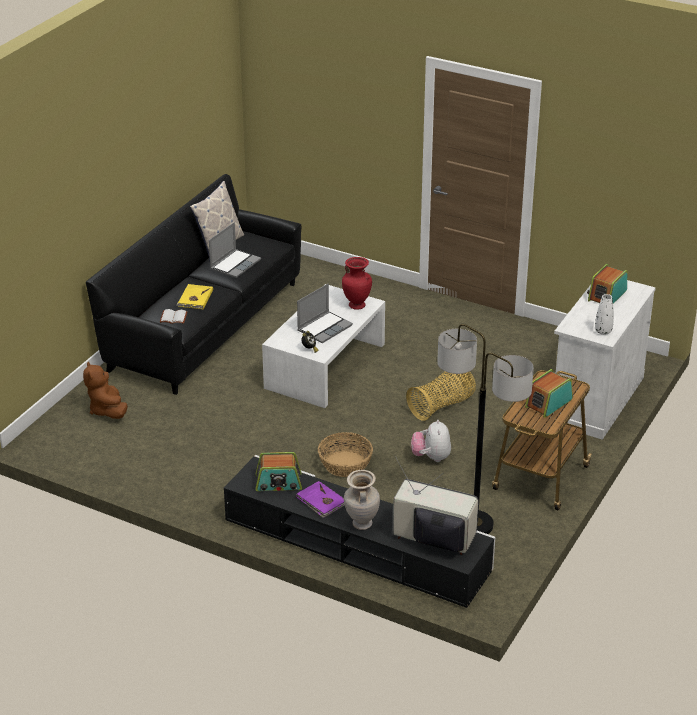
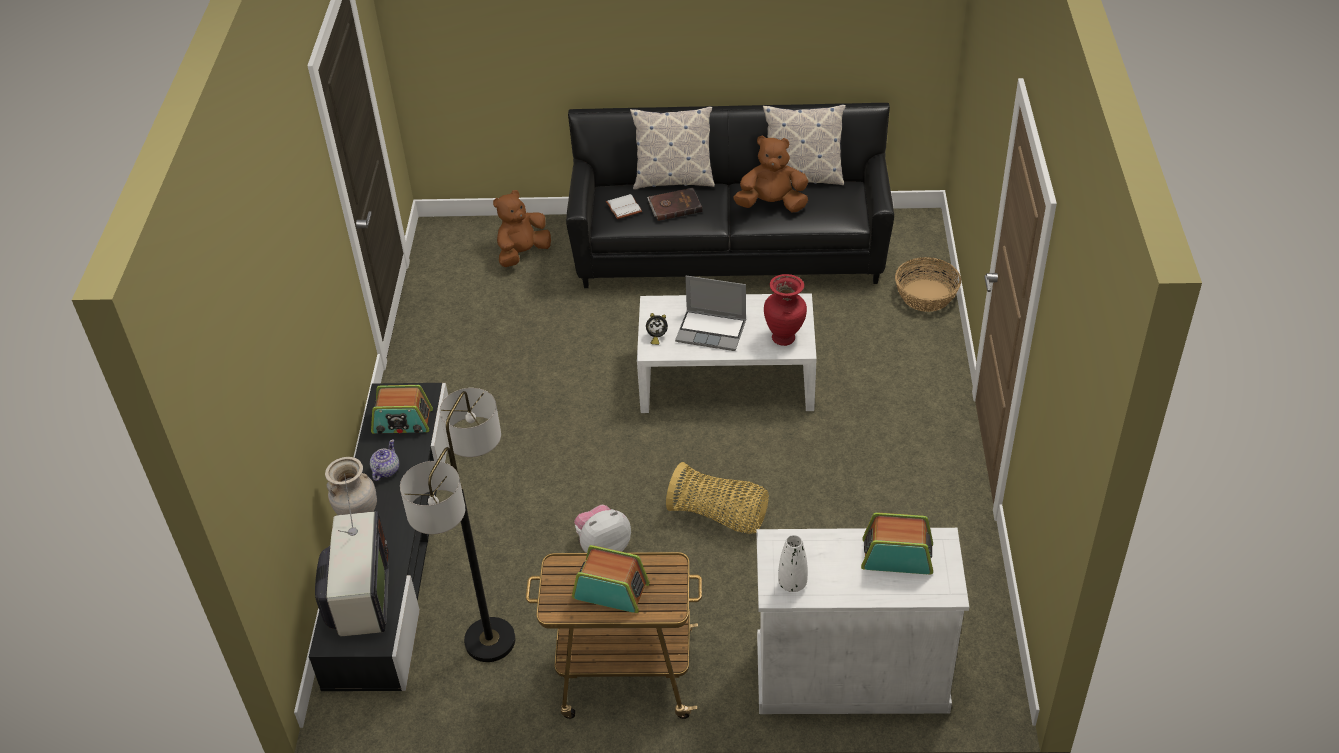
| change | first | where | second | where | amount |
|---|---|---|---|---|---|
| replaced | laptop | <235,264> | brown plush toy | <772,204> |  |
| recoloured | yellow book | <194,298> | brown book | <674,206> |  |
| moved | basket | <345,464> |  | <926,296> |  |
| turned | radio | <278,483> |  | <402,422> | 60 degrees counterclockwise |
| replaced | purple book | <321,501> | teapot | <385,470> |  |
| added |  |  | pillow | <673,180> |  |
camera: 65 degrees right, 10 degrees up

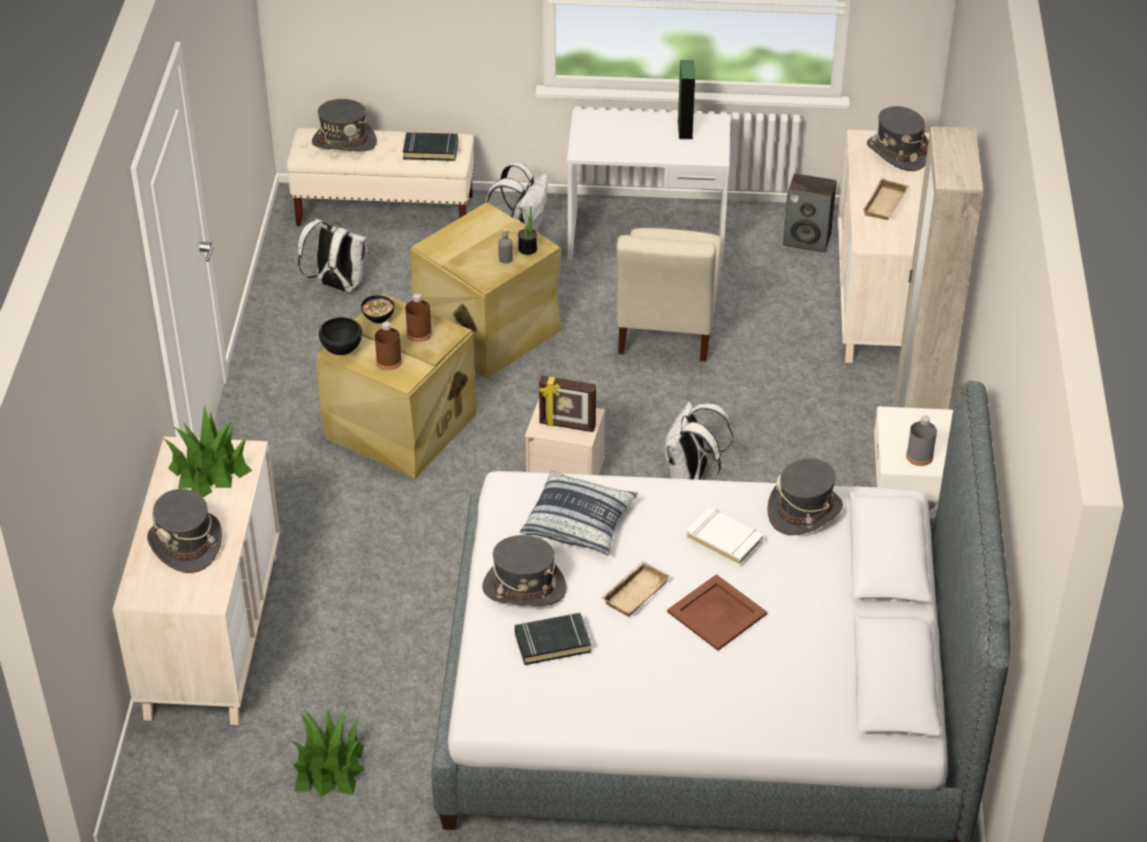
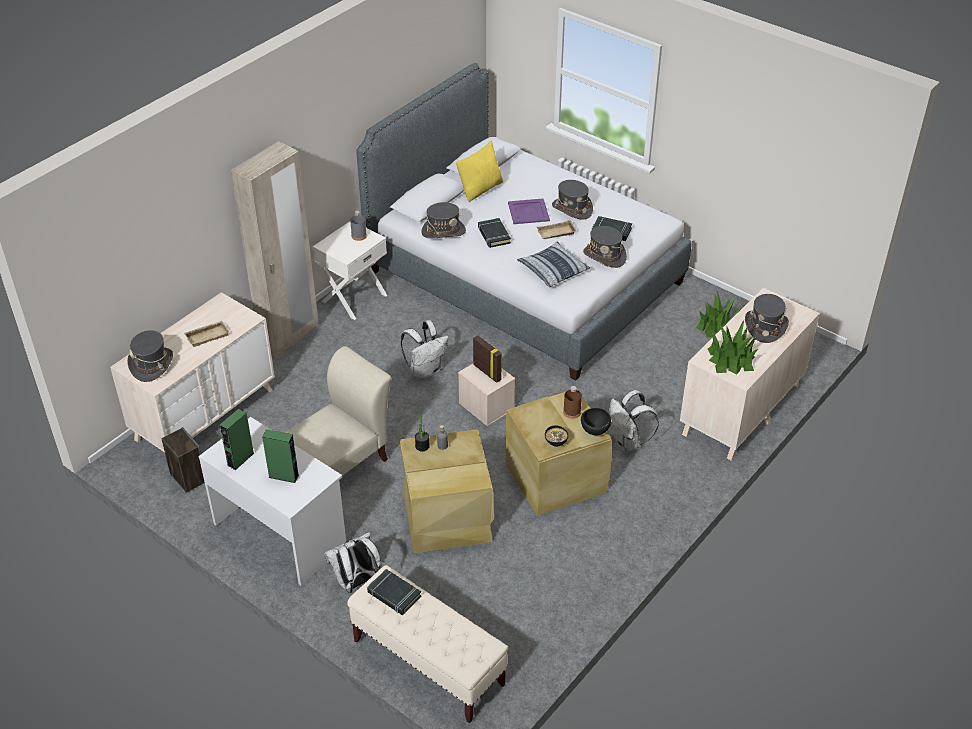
| change | first | where | second | where | amount |
|---|---|---|---|---|---|
| moved | grey hat | <344,142> |  | <572,209> |  |
| moved | white backpack | <337,285> |  | <628,442> |  |
| removed | brown bottle | <419,333> |  |  |  |
| recoloured | white book | <724,540> | black book | <493,235> |  |
| recoloured | brown tray | <718,613> | purple tray | <528,211> |  |
| added |  |  | yellow pillow | <481,189> |  |
| added |  |  | green speaker | <283,476> |  |
camera: 145 degrees left, 0 degrees up

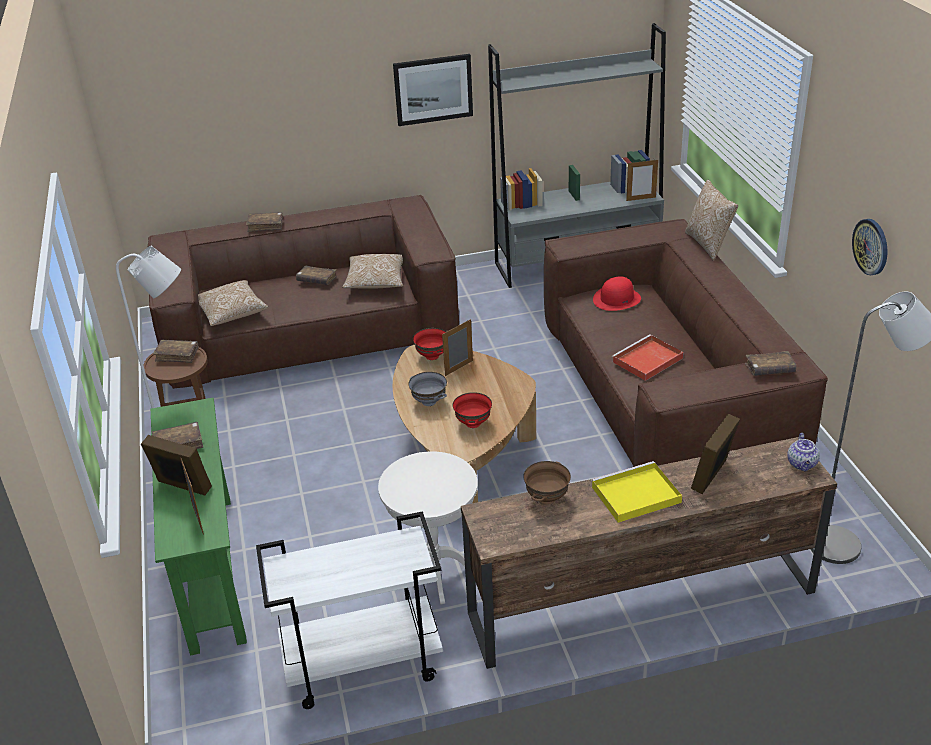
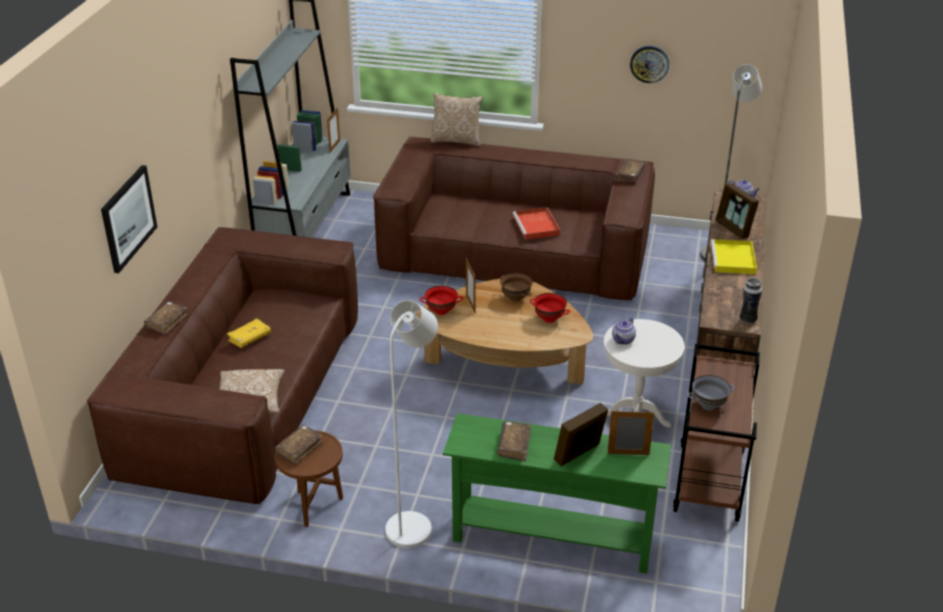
| change | first | where | second | where | amount |
|---|---|---|---|---|---|
| moved | picture | <433,89> |  | <128,218> |  |
| removed | pillow | <376,282> |  |  |  |
| recoloured | brown book | <317,280> | yellow book | <249,338> |  |
| removed | red hat | <617,299> |  |  |  |
| moved | grey bowl | <428,402> |  | <708,406> |  |
| moved | brown bowl | <546,498> |  | <515,298> |  |
| recoloured | white cart | <361,665> | brown cart | <709,482> |  |
| added |  |  | vase | <747,320> |  |
| added |  |  | teapot | <623,340> |  |
camera: 65 degrees left, 0 degrees up

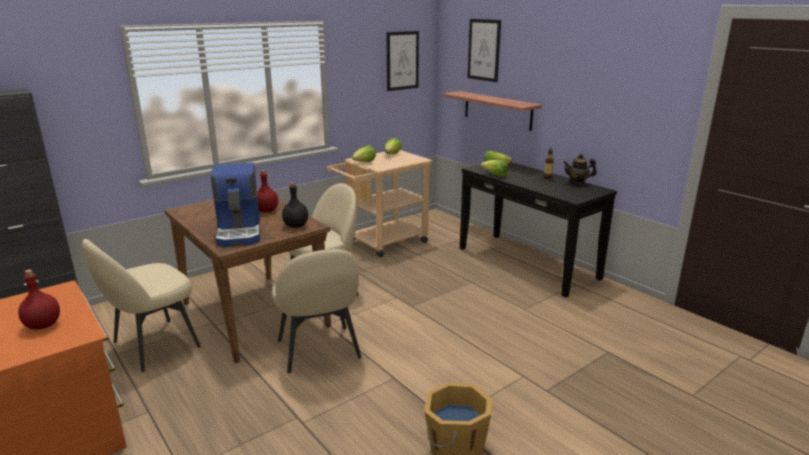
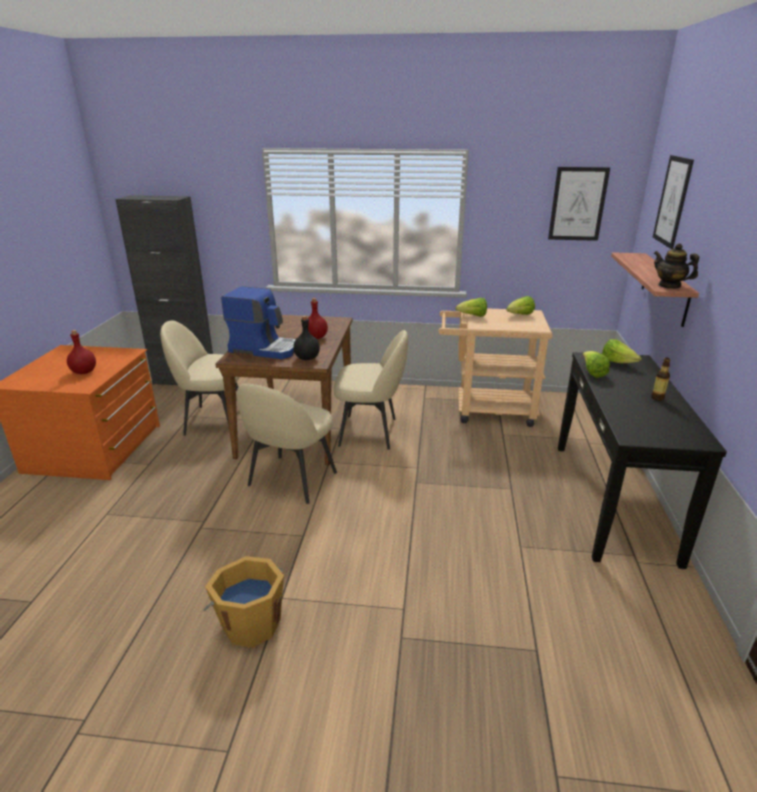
| change | first | where | second | where | amount |
|---|---|---|---|---|---|
| moved | teapot | <577,183> |  | <669,286> |  |
| turned | coffee machine | <240,232> |  | <265,349> | 105 degrees counterclockwise |
camera: 45 degrees right, 5 degrees up

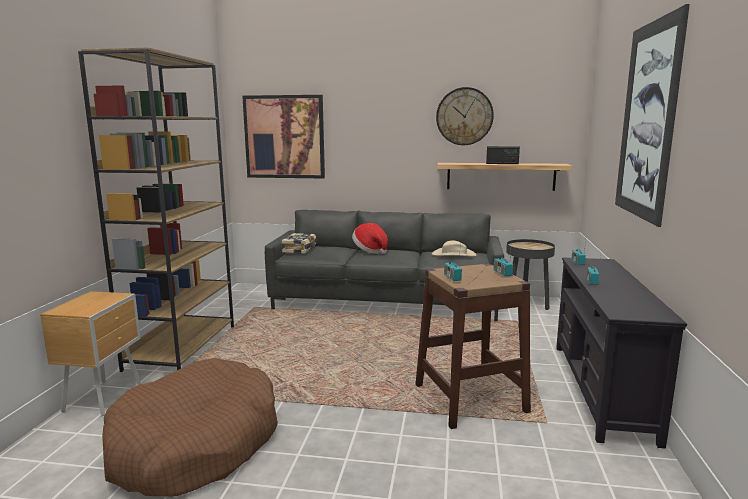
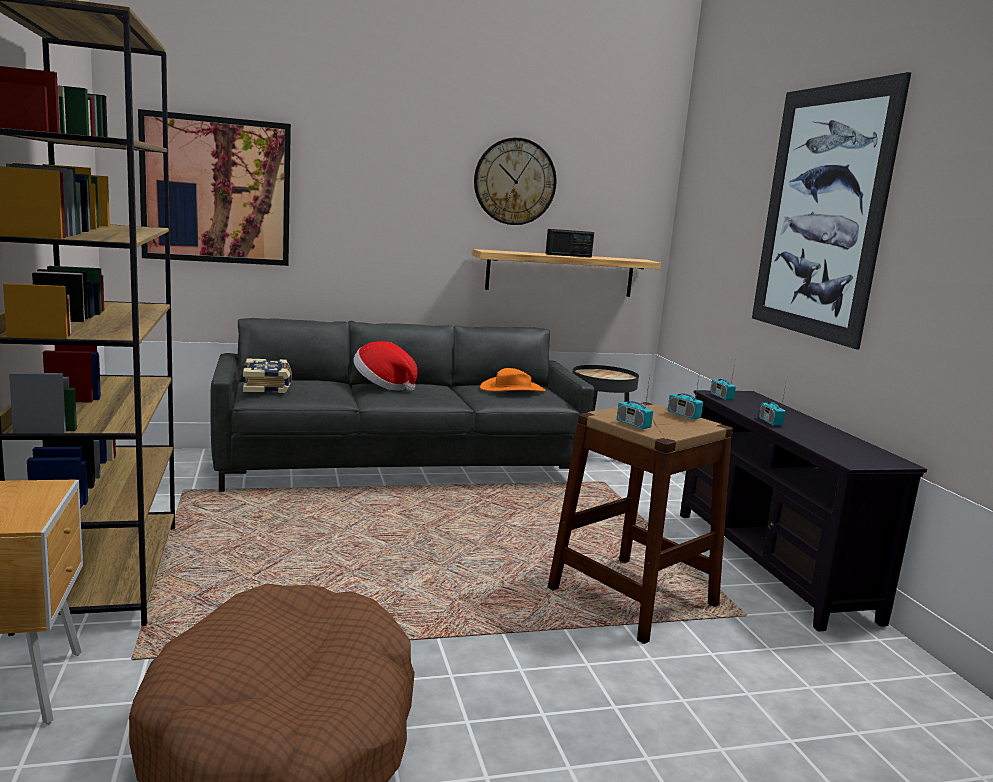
| change | first | where | second | where | amount |
|---|---|---|---|---|---|
| recoloured | beige hat | <453,255> | orange hat | <512,389> |  |
camera: 25 degrees left, 0 degrees up

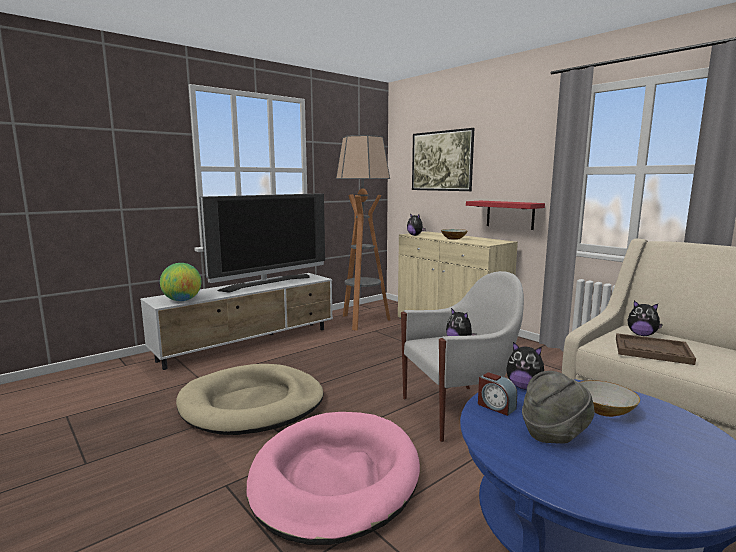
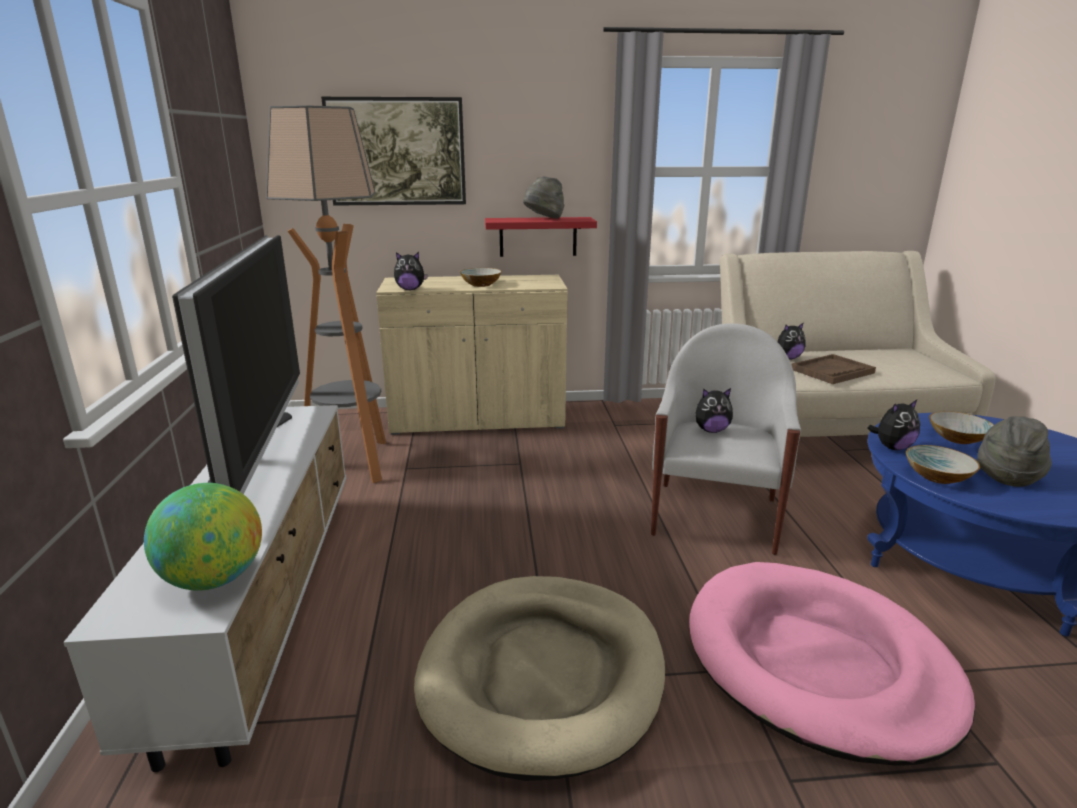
| change | first | where | second | where | amount |
|---|---|---|---|---|---|
| replaced | alarm clock | <495,406> | bowl | <937,476> |  |
| added |  |  | grey hat | <544,219> |  |
camera: 55 degrees left, 10 degrees up

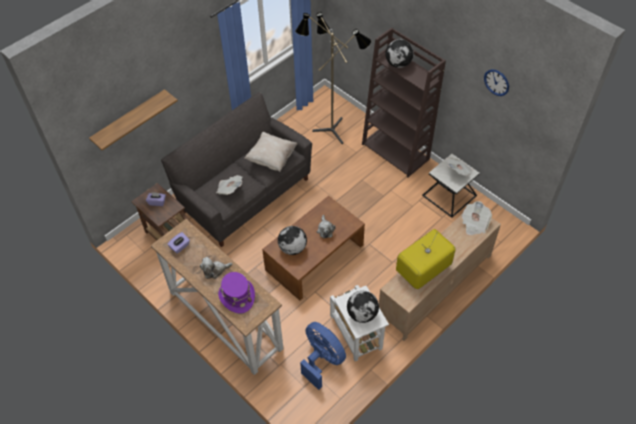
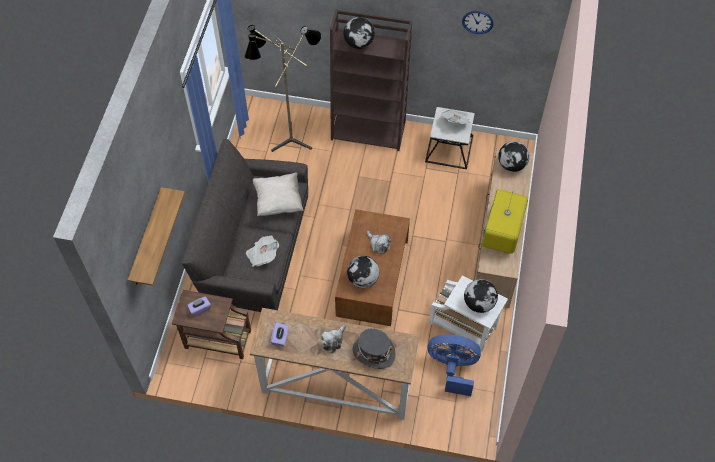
| change | first | where | second | where | amount |
|---|---|---|---|---|---|
| replaced | newspaper | <474,224> | globe | <512,165> |  |
| recoloured | purple hat | <237,296> | grey hat | <373,352> |  |
camera: 35 degrees left, 5 degrees up

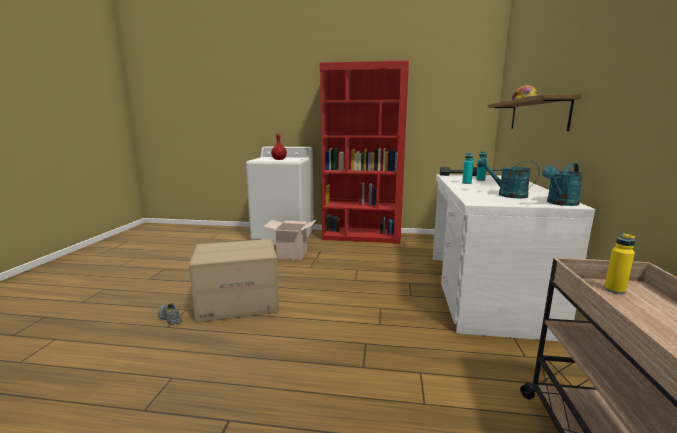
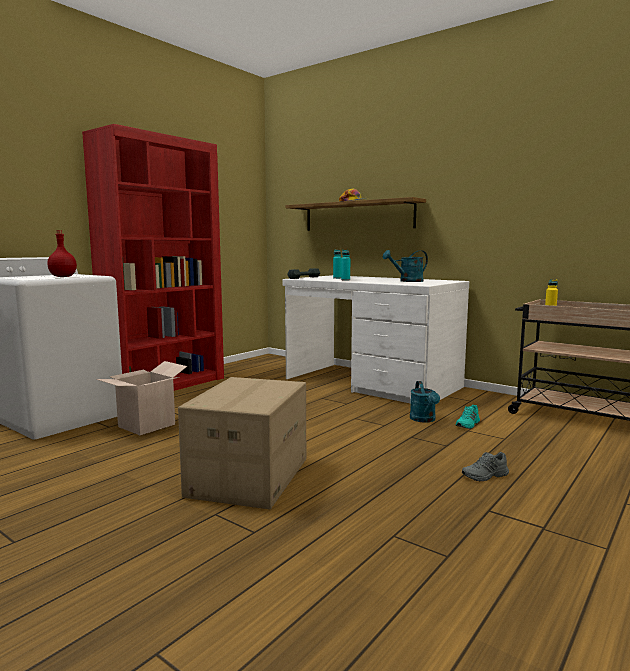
| change | first | where | second | where | amount |
|---|---|---|---|---|---|
| moved | turquoise watering can | <560,203> |  | <424,420> |  |
| moved | grey shoe | <169,318> |  | <485,476> |  |
| added |  |  | turquoise shoe | <468,424> |  |
camera: 60 degrees left, 5 degrees down

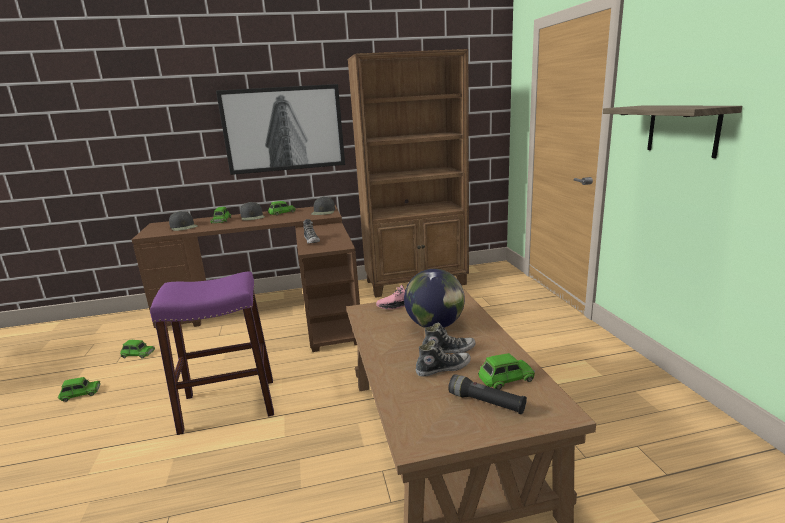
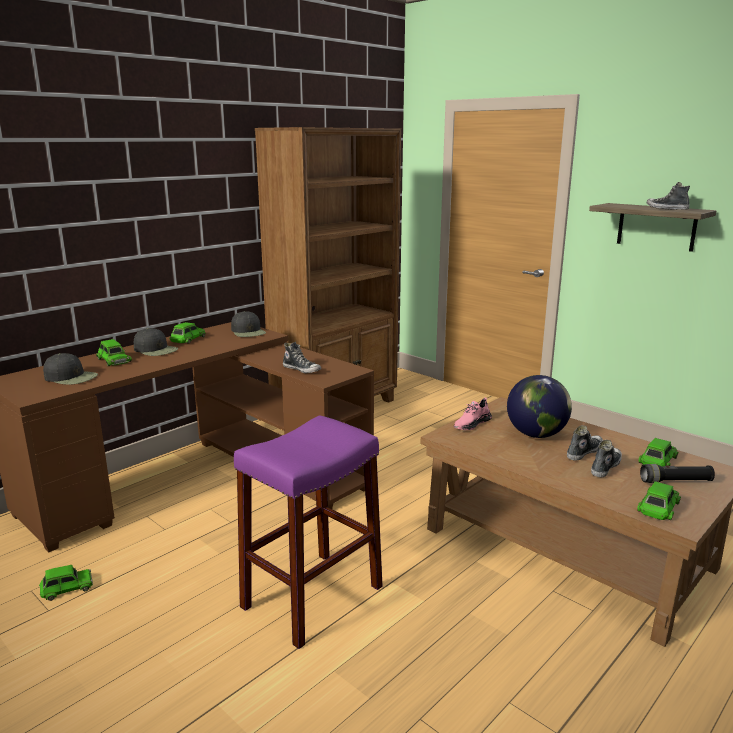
| change | first | where | second | where | amount |
|---|---|---|---|---|---|
| removed | picture | <283,129> |  |  |  |
| moved | green toy car | <80,393> |  | <658,507> |  |
| added |  |  | shoe | <666,208> |  |
camera: 35 degrees left, 0 degrees up

